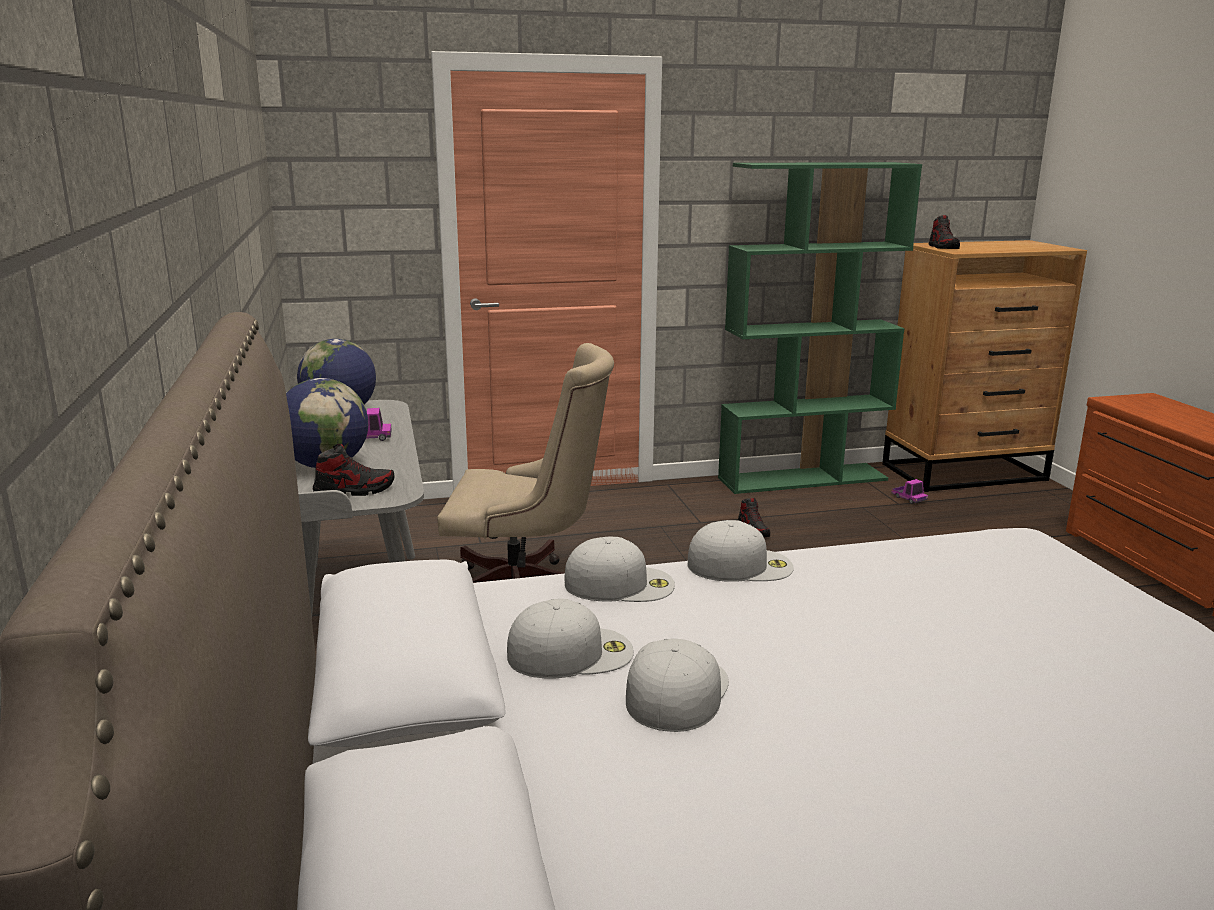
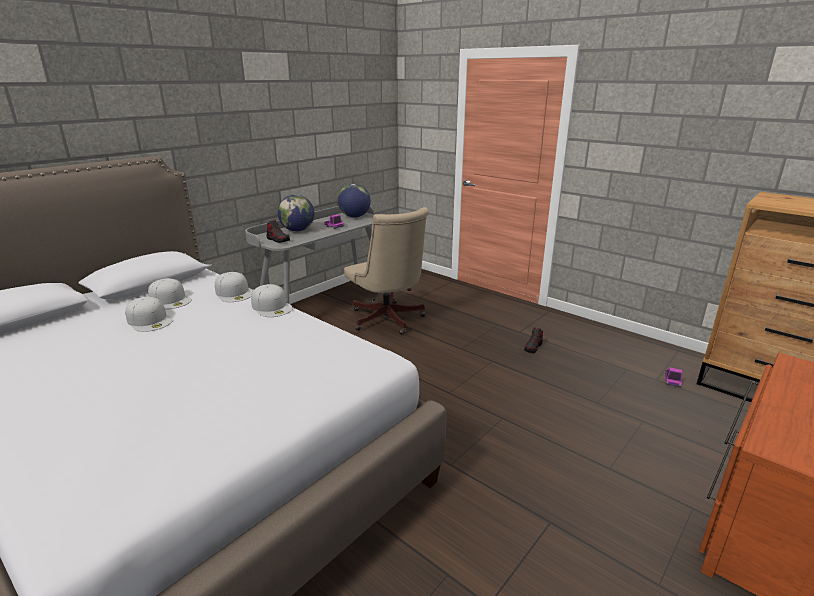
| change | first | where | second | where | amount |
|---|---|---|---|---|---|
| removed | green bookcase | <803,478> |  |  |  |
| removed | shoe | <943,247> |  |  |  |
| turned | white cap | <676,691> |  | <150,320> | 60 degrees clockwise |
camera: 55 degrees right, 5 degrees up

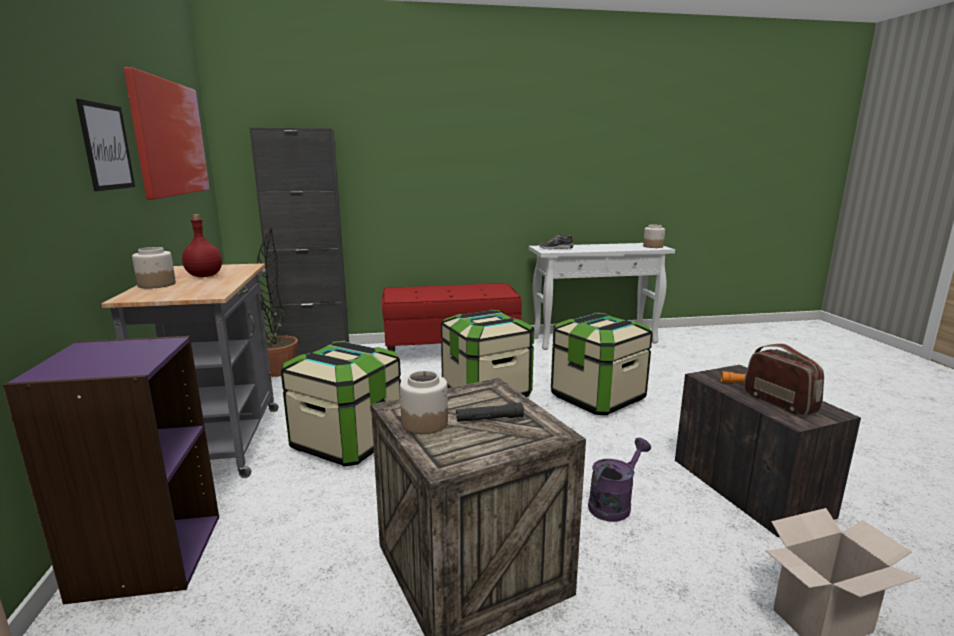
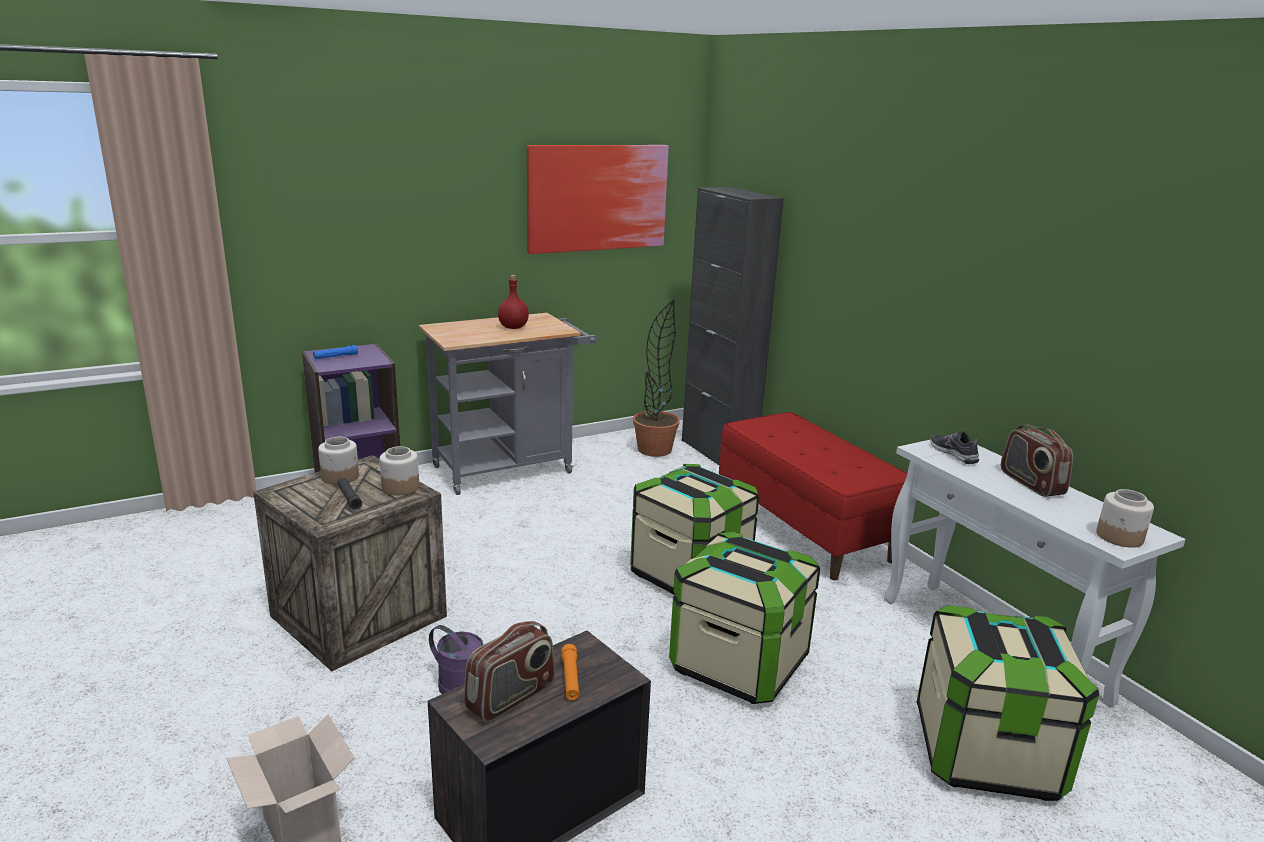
| change | first | where | second | where | amount |
|---|---|---|---|---|---|
| removed | picture | <106,147> |  |  |  |
| moved | jar | <156,284> |  | <400,487> |  |
| moved | storage box | <348,441> |  | <986,753> |  |
| added |  |  | blue flashlight | <335,357> |  |
| added |  |  | radio | <1031,483> |  |
camera: 70 degrees right, 5 degrees up

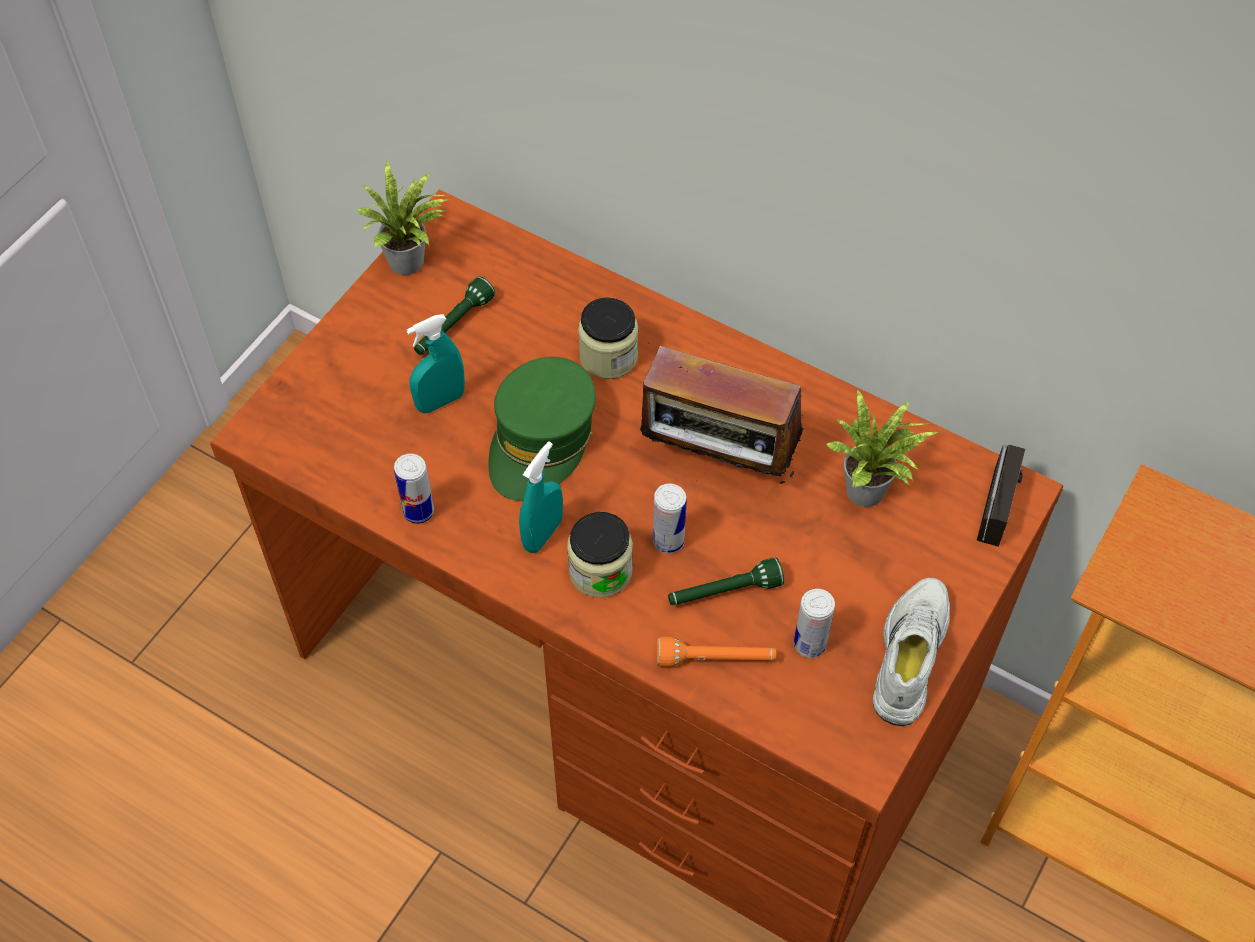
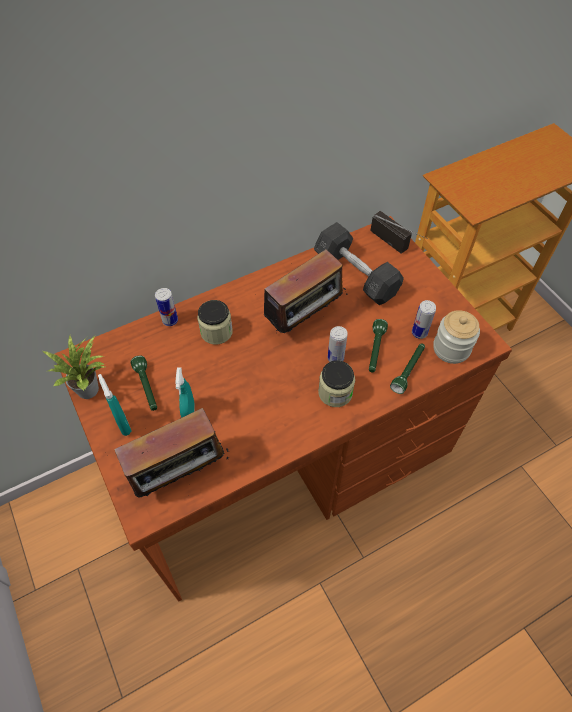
| change | first | where | second | where | amount |
|---|---|---|---|---|---|
| removed | green cap | <541,440> |  |  |  |
| replaced | potted plant | <870,492> | grey dumbbell | <356,275> |  |
| moved | turquoise spray bottle | <543,534> |  | <123,424> |  |
| moved | can | <418,511> |  | <170,320> |  |
| removed | white shoe | <907,655> |  |  |  |
| recoloured | orange flashlight | <715,659> | green flashlight | <408,370> |  |
| added |  |  | jar | <451,348> |  |
| added |  |  | radio | <180,474> |  |
camera: 60 degrees left, 0 degrees up

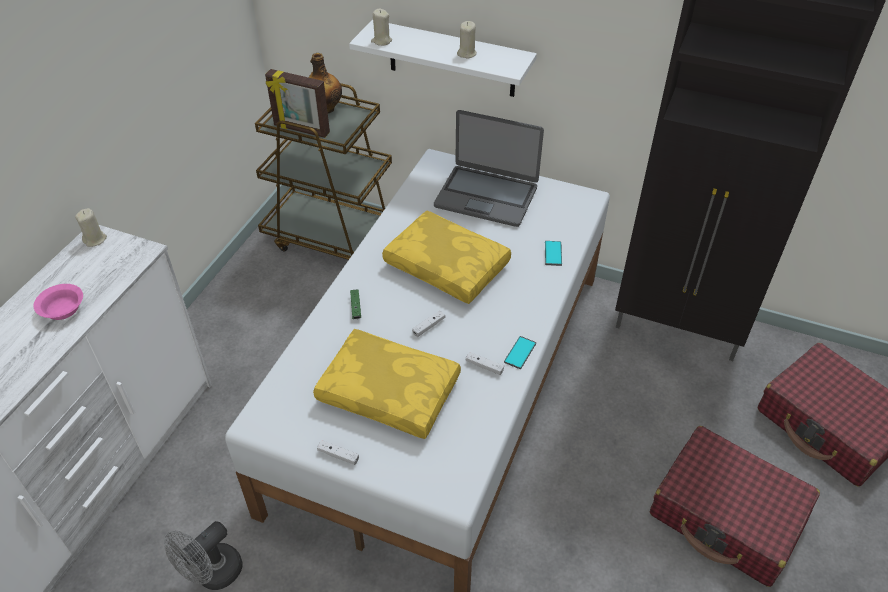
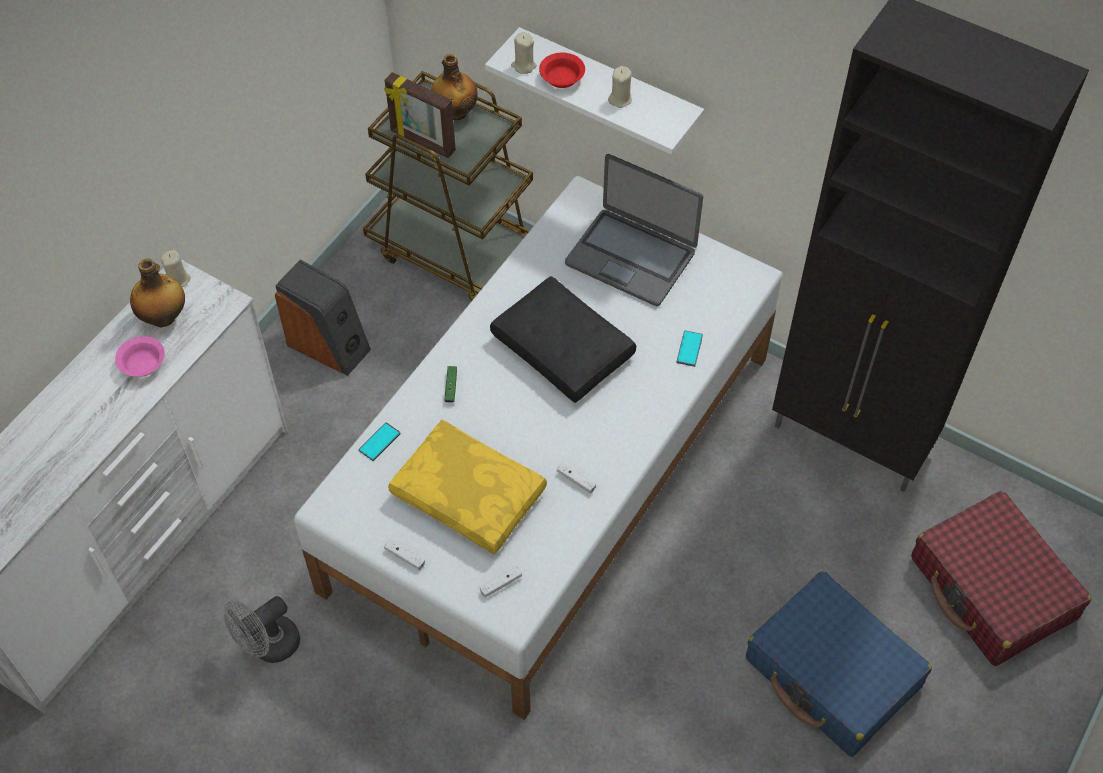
| change | first | where | second | where | amount |
|---|---|---|---|---|---|
| recoloured | yellow pillow | <448,265> | black pillow | <565,347> |  |
| moved | white game controller | <428,326> |  | <501,584> |  |
| moved | phone | <520,353> |  | <379,442> |  |
| recoloured | red suitcase | <727,515> | blue suitcase | <832,673> |  |
| added |  |  | red bowl | <561,78> |  |
| added |  |  | bottle | <164,317> |  |
| added |  |  | speaker | <329,345> |  |
camera: 10 degrees right, 10 degrees up

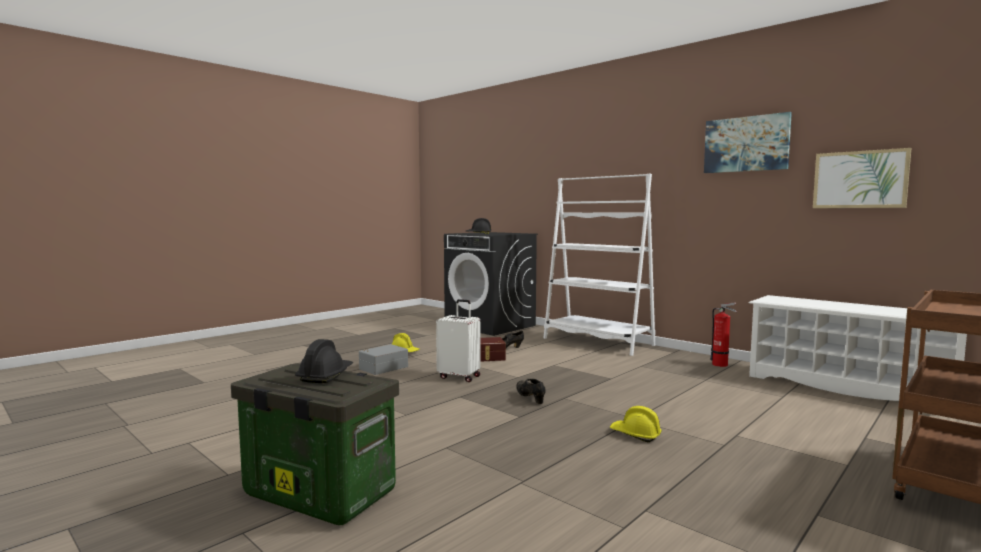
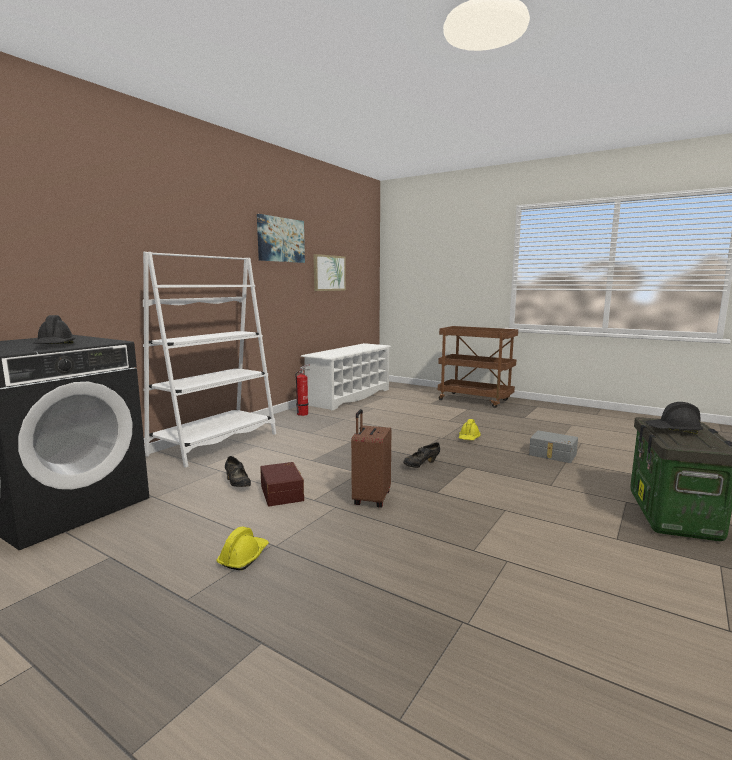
| change | first | where | second | where | amount |
|---|---|---|---|---|---|
| recoloured | white suitcase | <459,377> | brown suitcase | <370,499> |  |
| moved | grey storage box | <383,367> |  | <552,455> |  |
camera: 100 degrees left, 5 degrees up

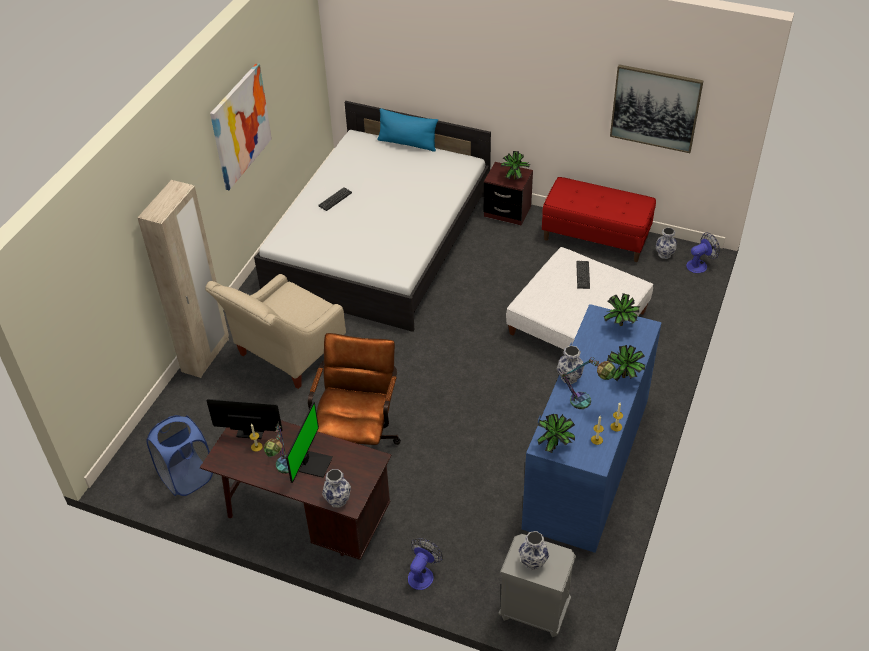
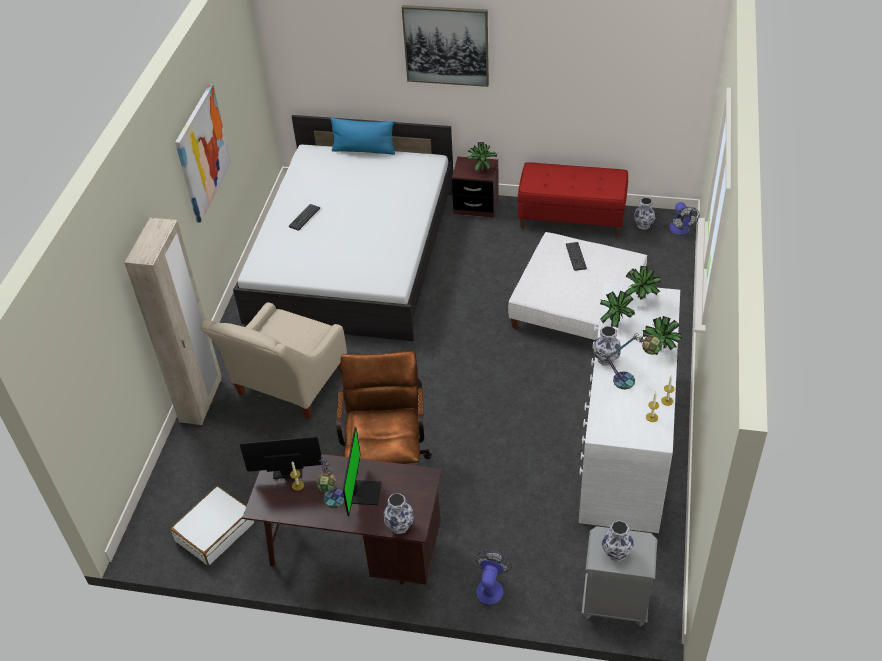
| change | first | where | second | where | amount |
|---|---|---|---|---|---|
| moved | picture | <655,108> |  | <446,45> |  |
| turned | fan | <700,265> |  | <680,230> | 120 degrees clockwise |
| recoloured | blue dresser | <587,462> | white dresser | <625,443> |  |
| moved | potted plant | <554,445> |  | <615,323> |  |
| replaced | blue laundry basket | <187,477> | white suitcase | <215,531> |  |
camera: 10 degrees left, 0 degrees up

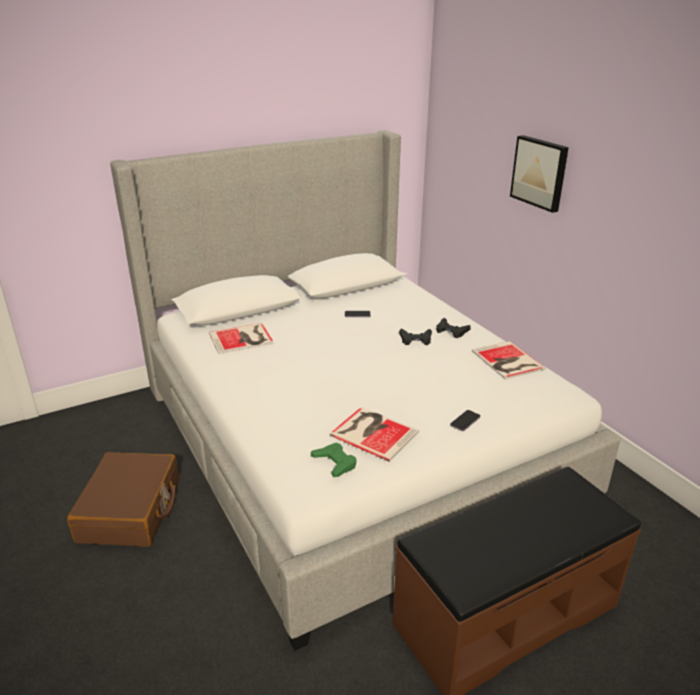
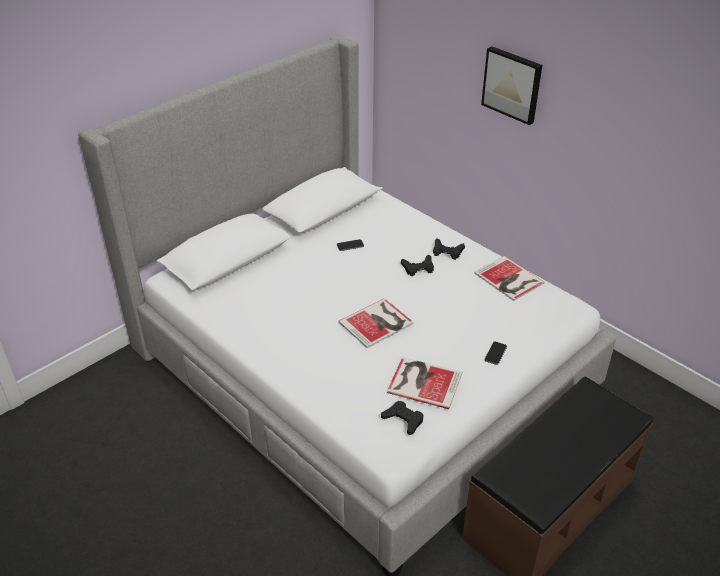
| change | first | where | second | where | amount |
|---|---|---|---|---|---|
| moved | book | <243,338> |  | <378,323> |  |
| recoloured | green game controller | <335,463> | black game controller | <403,420> |  |
| removed | brown suitcase | <131,510> |  |  |  |
camera: 15 degrees left, 10 degrees up

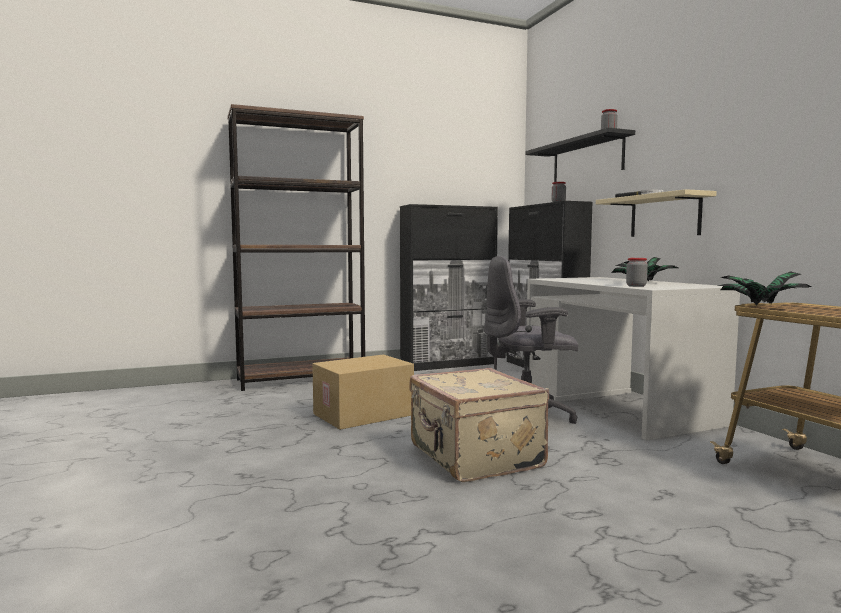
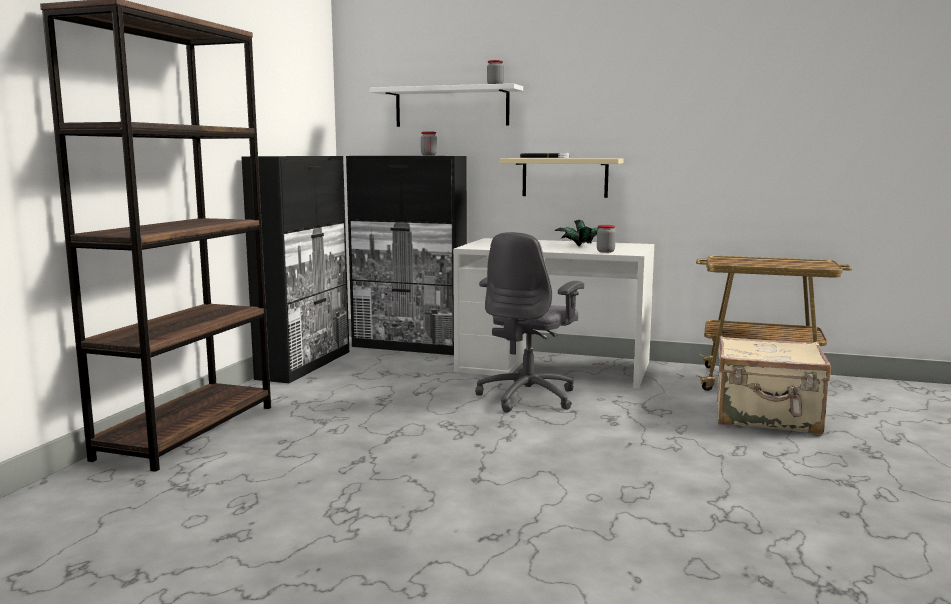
| change | first | where | second | where | amount |
|---|---|---|---|---|---|
| recoloured | black shelf | <587,159> | white shelf | <451,107> |  |
| removed | potted plant | <761,306> |  |  |  |
| removed | cardboard box | <363,415> |  |  |  |
| moved | beige suitcase | <474,457> |  | <767,417> |  |
camera: 50 degrees left, 5 degrees up

